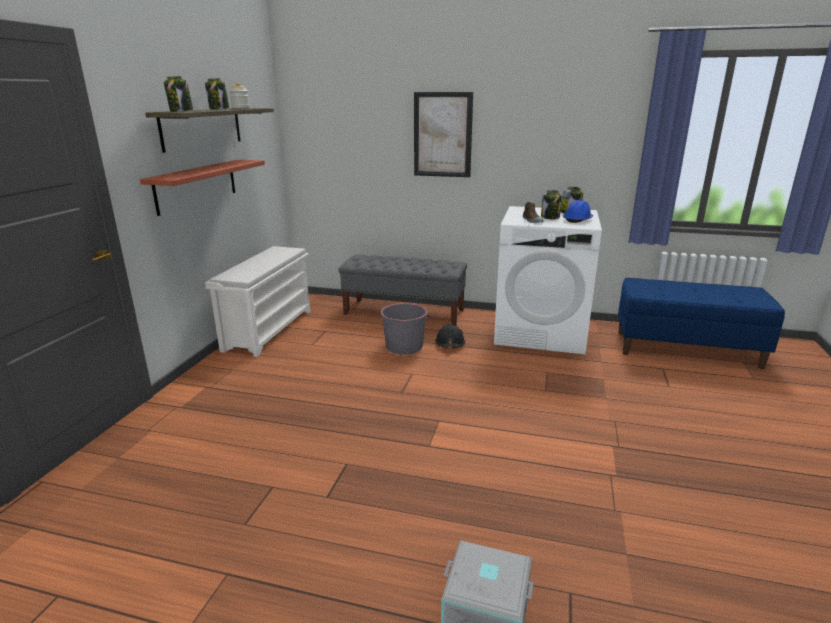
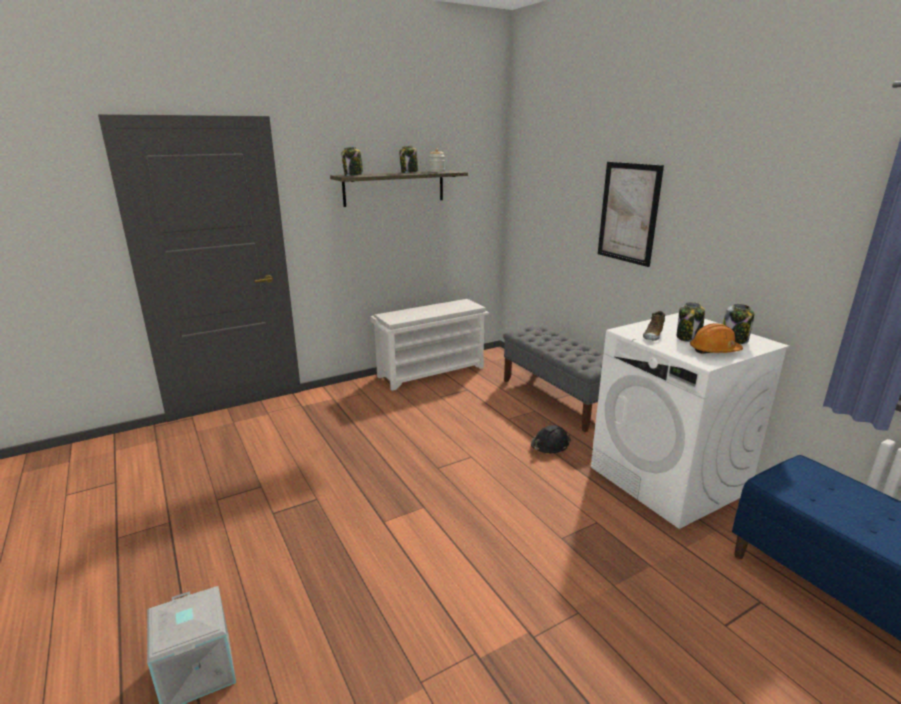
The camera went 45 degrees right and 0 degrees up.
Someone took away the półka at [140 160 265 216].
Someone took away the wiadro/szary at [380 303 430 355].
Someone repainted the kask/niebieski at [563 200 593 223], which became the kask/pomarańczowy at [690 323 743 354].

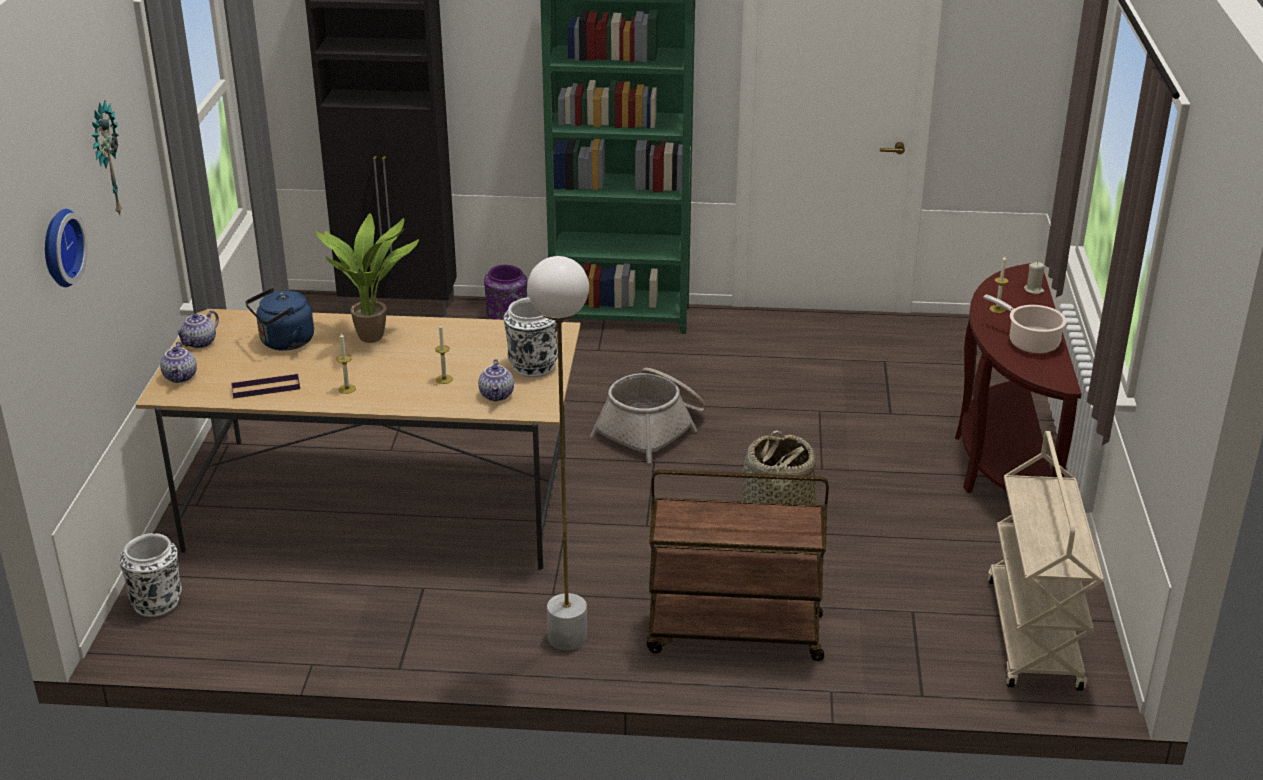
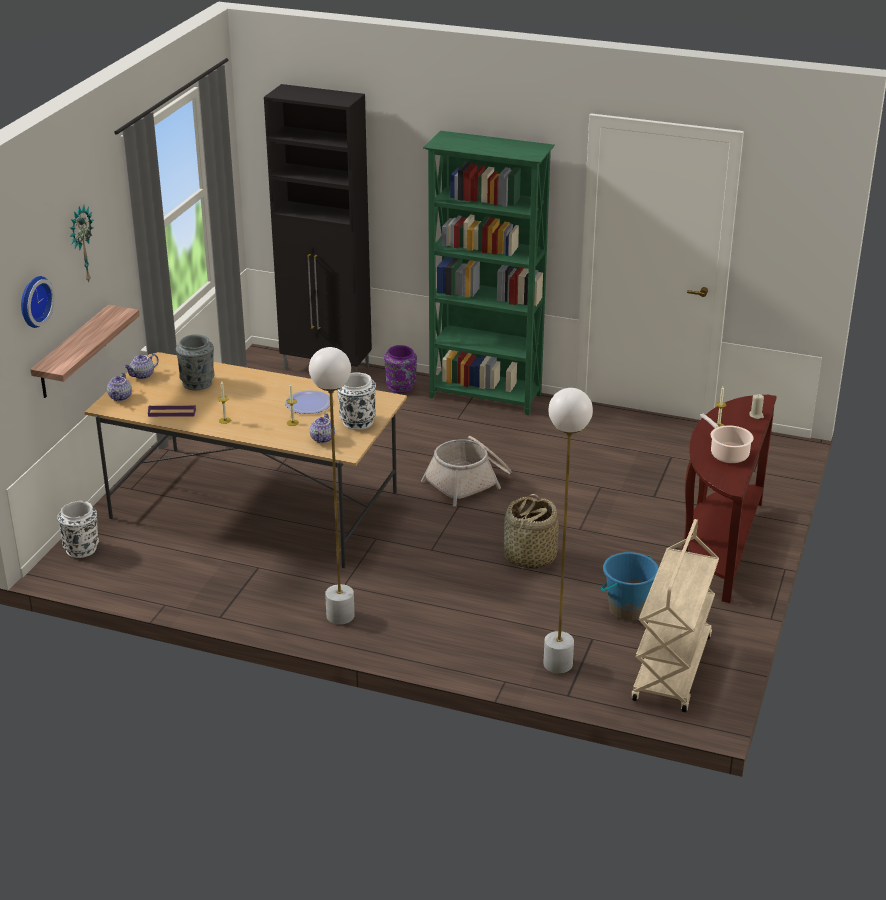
The camera went 15 degrees right and 0 degrees up.
Someone swapped the czajnik/niebieski at [245 288 314 351] for the wazon/szary at [176 334 215 390].
Someone took away the roślina doniczkowa at [315 213 419 343].
Someone took away the wózek/brązowy at [647 470 829 661].
Someone put up the półka at [30 305 140 398].
Someone put down the talerz at [285 390 330 414].
Someone put down the lampa stojąca/biały at [544 388 593 673].
Someone put down the wiadro/niebieski at [601 552 659 620].

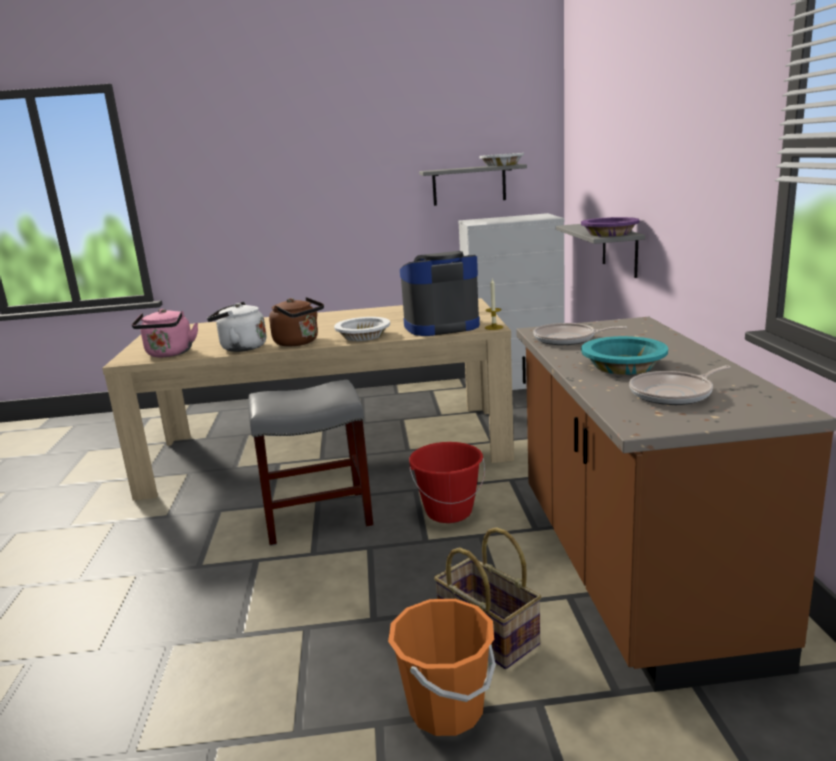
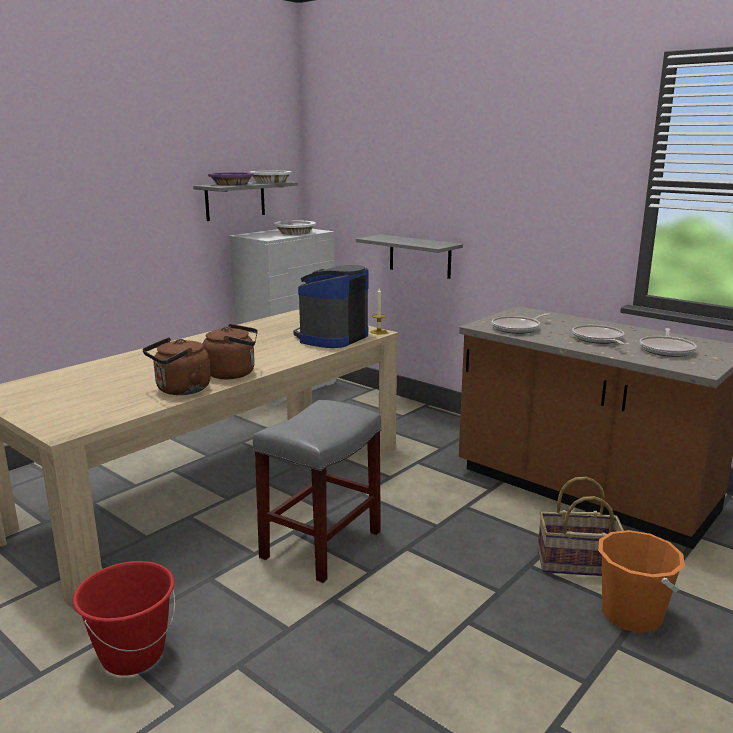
The camera went 45 degrees left and 0 degrees up.
Someone took away the czajnik/różowy at [132 309 198 357].
Someone repainted the czajnik/biały at [207 302 266 352], which became the czajnik/brązowy at [142 337 210 395].
Someone carried the miska/biały from [334 317 390 341] to [274 220 316 235].
Someone carried the wiadro/czerwony from [409 442 485 523] to [73 561 175 676].
Someone carried the miska/fioletowy from [581 217 640 237] to [208 172 254 186].
Someone swapped the miska/turkusowy at [581 336 668 375] for the patelnia at [572 325 625 345].

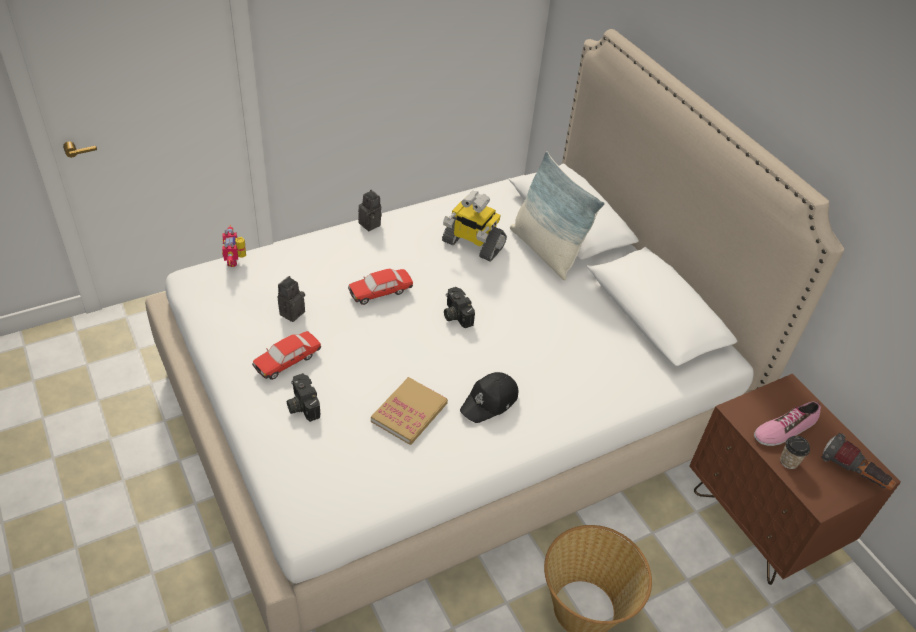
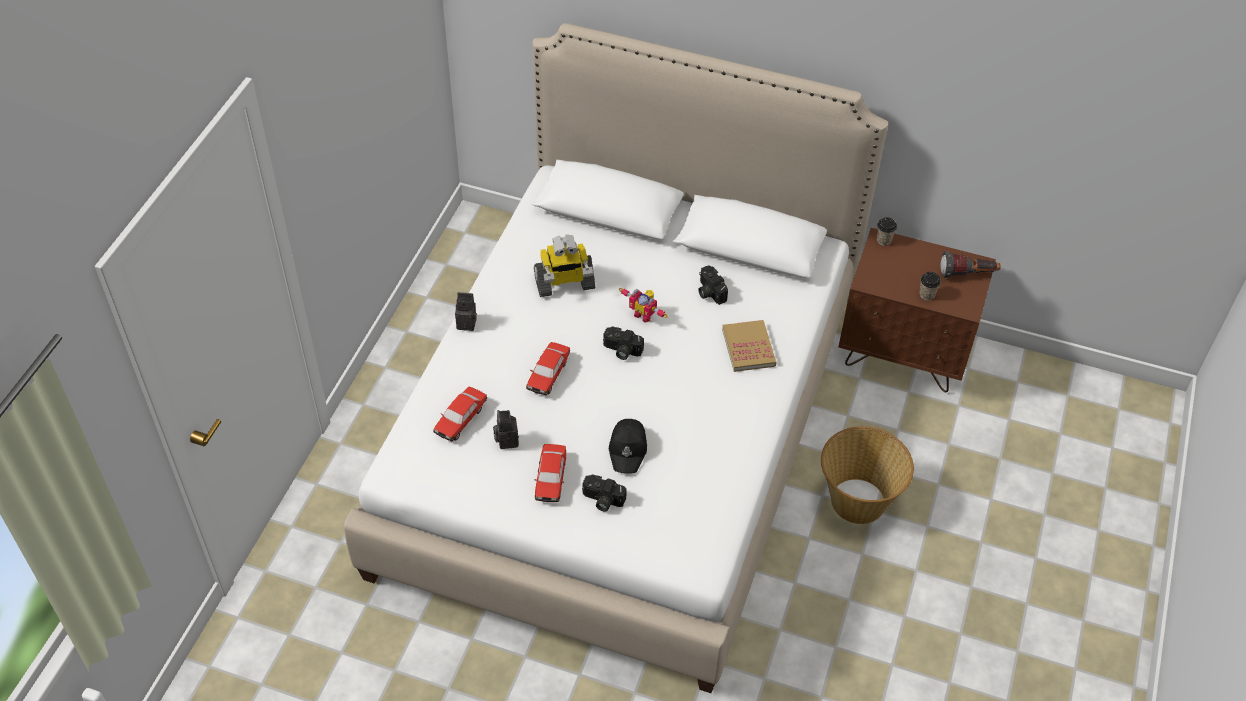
The camera went 40 degrees left and 5 degrees up.
Someone carried the robot zabawkowy from [222 225 246 267] to [619 288 668 323].
Someone carried the książka from [371 377 448 445] to [722 320 777 372].
Someone carried the czapka z daszkiem/czarny from [460 372 518 423] to [609 419 647 474].
Someone took away the poduszka at [510 151 605 281].
Someone took away the but at [754 401 821 446].
Someone put down the samochodzik at [433 386 487 441].
Someone put down the aparat fotograficzny at [698 265 728 305].
Someone put down the filiżanka at [877 217 897 246].

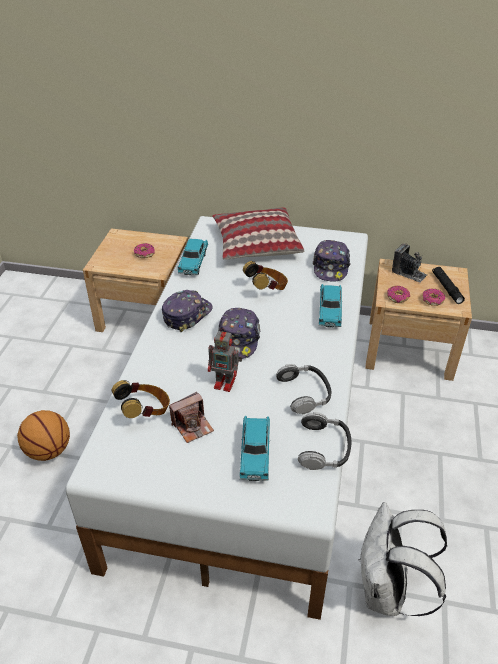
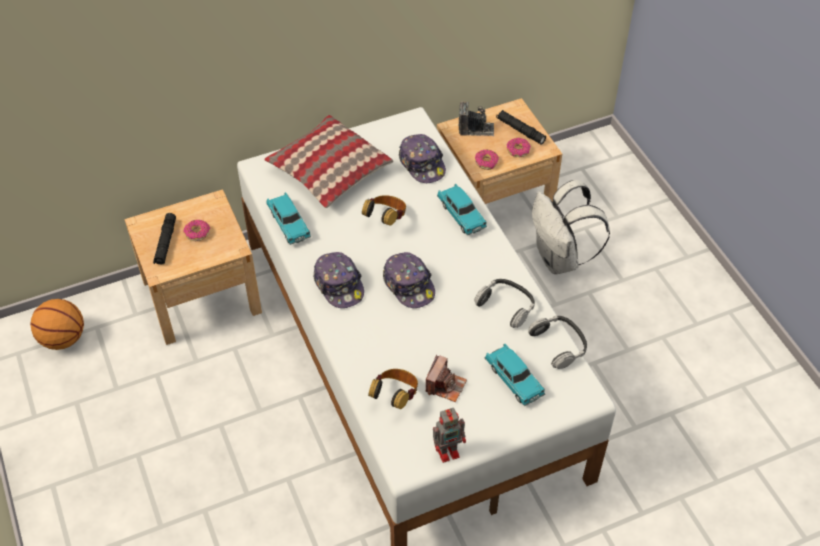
The camera went 35 degrees left and 10 degrees up.
Someone carried the piłka do koszykówki from [17 410 70 461] to [30 299 84 350].
Someone rotated the czapka z daszkiem at [162 290 213 332] by 150 degrees clockwise.
Someone carried the robot zabawkowy from [208 328 242 392] to [433 408 466 463].
Someone carried the plecak/biały from [358 502 447 616] to [532 180 610 274].
Someone put down the latarka/czarny at [153 213 176 264].

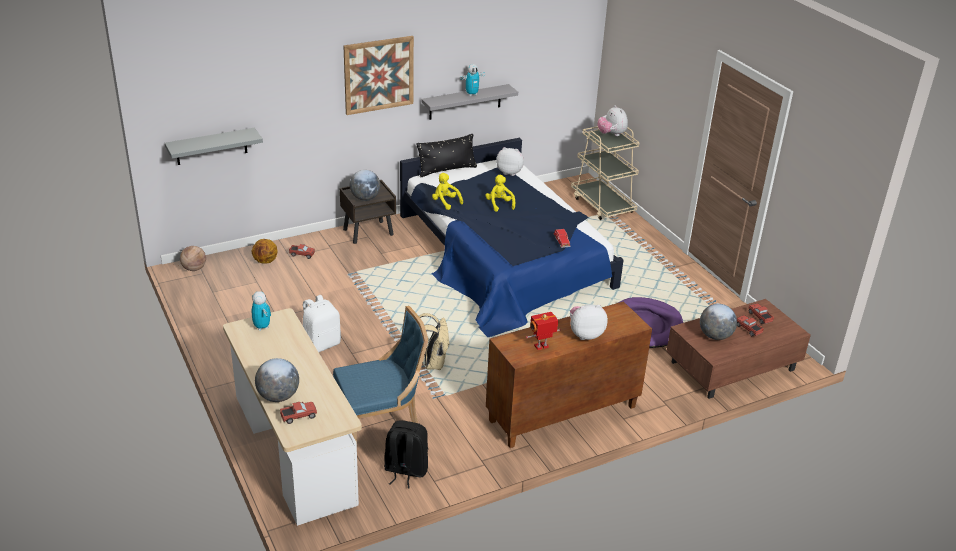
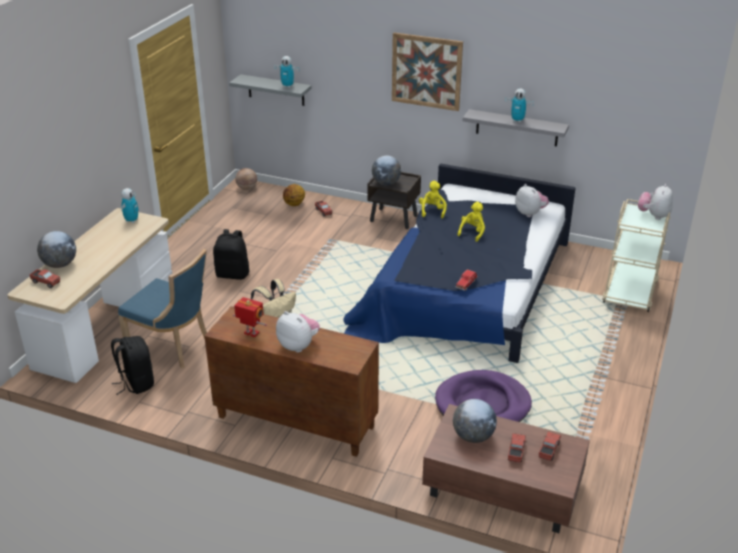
The camera went 50 degrees right and 0 degrees up.
Someone repainted the plecak/biały at [303 295 341 352], which became the plecak/czarny at [213 229 249 280].
Someone took away the poduszka/czarny at [416 134 477 177].
Someone put down the robot zabawkowy at [274 56 300 88].

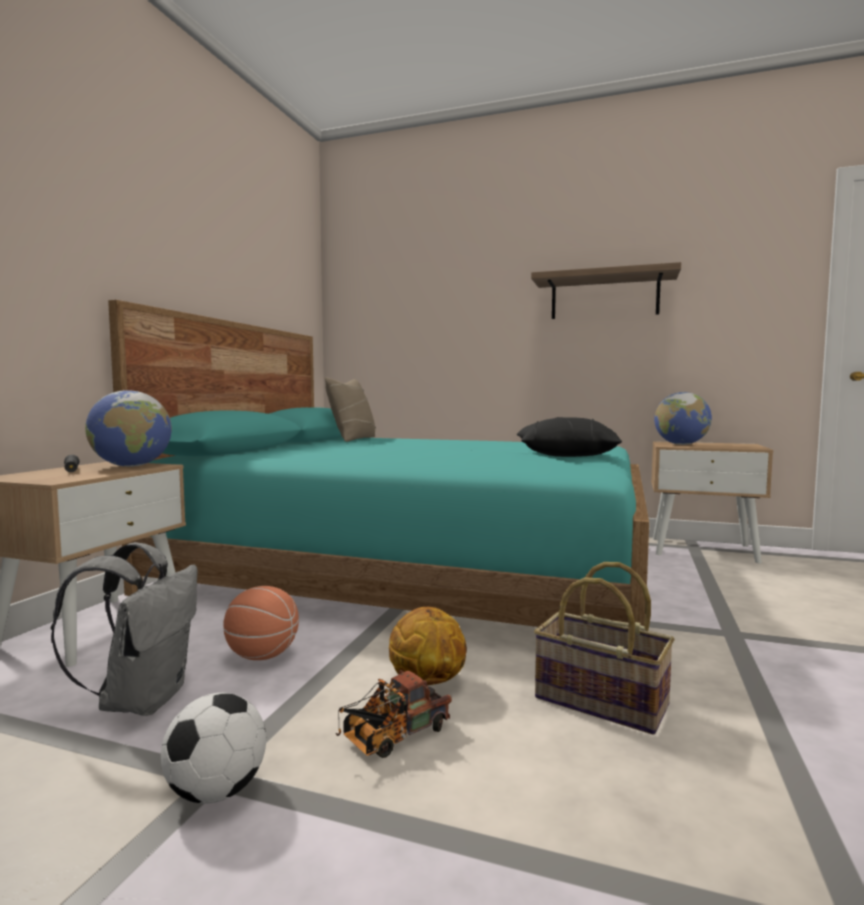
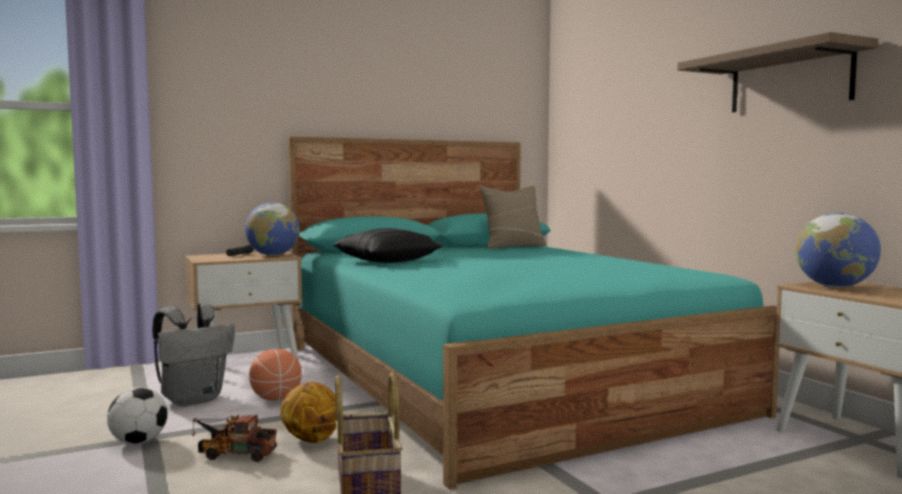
The camera went 45 degrees right and 0 degrees up.
Someone carried the poduszka/czarny from [517 417 622 457] to [332 228 442 263].

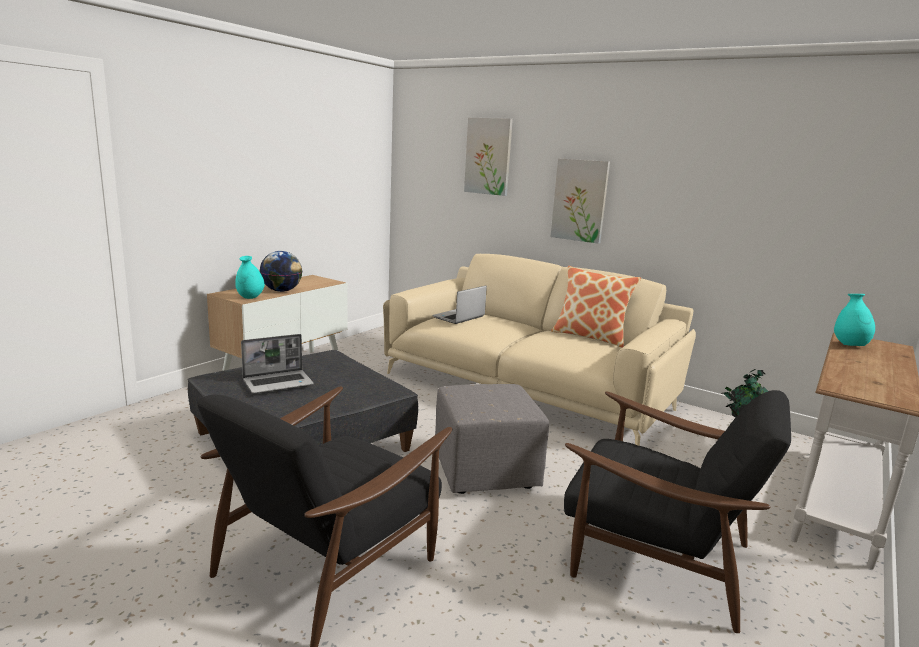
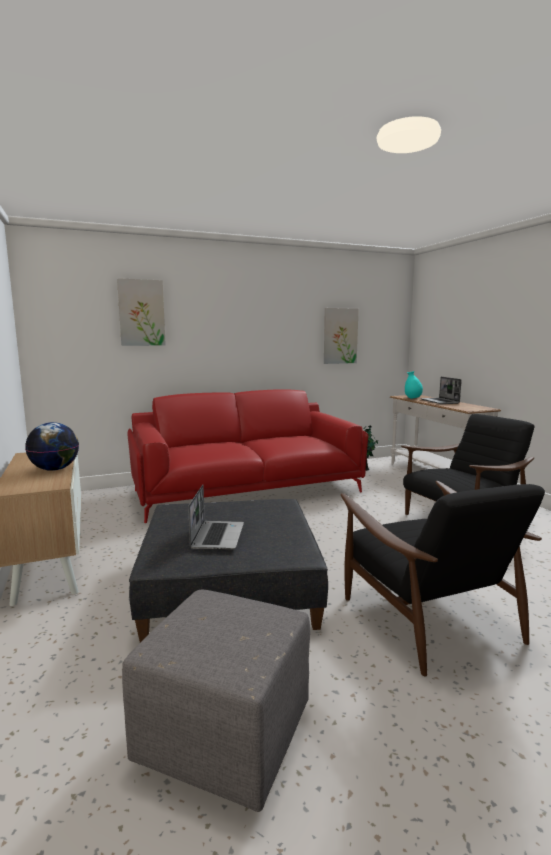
The camera went 55 degrees left and 5 degrees down.
Someone took away the wazon/turkusowy at [235 256 265 299].
Someone repainted the kanapa/beżowy at [383 254 696 446], which became the kanapa/czerwony at [127 389 368 523].
Someone carried the laptop from [432 286 487 324] to [420 377 462 404].
Someone carried the pufa/szary from [435 384 549 494] to [122 590 310 812].
Someone carried the obraz from [551 159 610 244] to [324 308 359 364].
Someone took away the poduszka at [551 266 641 348].

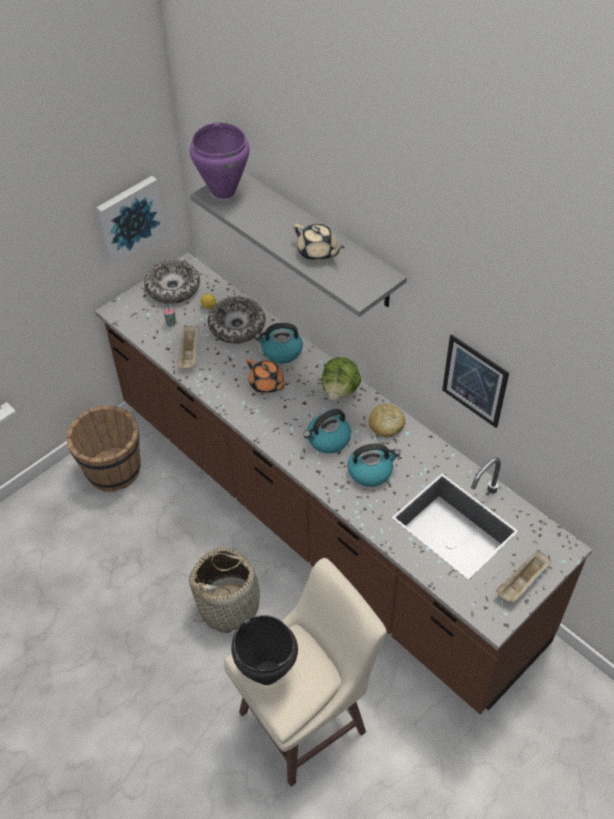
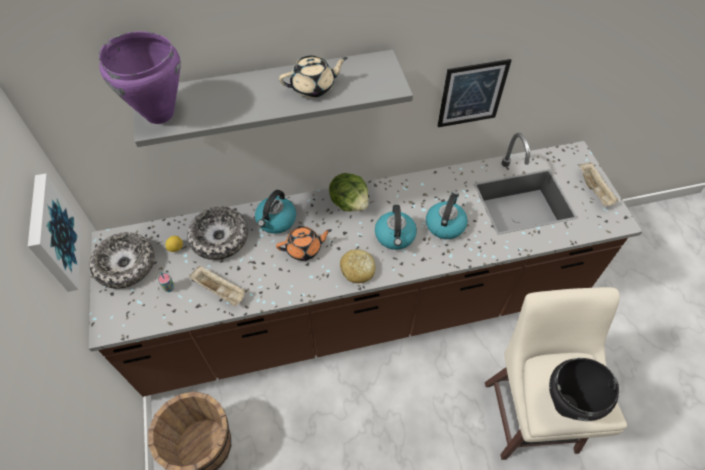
The camera went 60 degrees left and 5 degrees up.
Someone took away the koszyk at [189 547 269 633].
Someone carried the chleb from [368 404 405 438] to [340 249 376 283].

